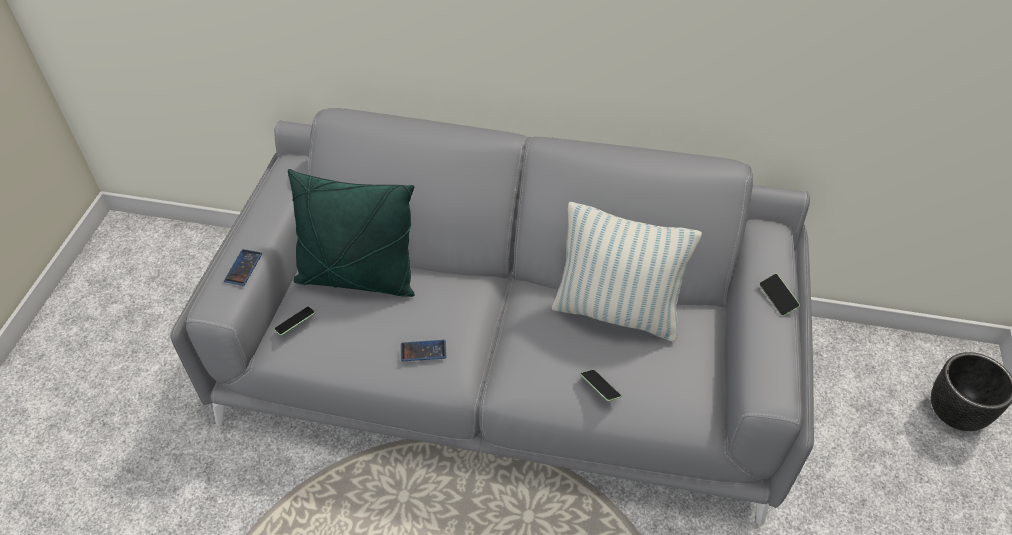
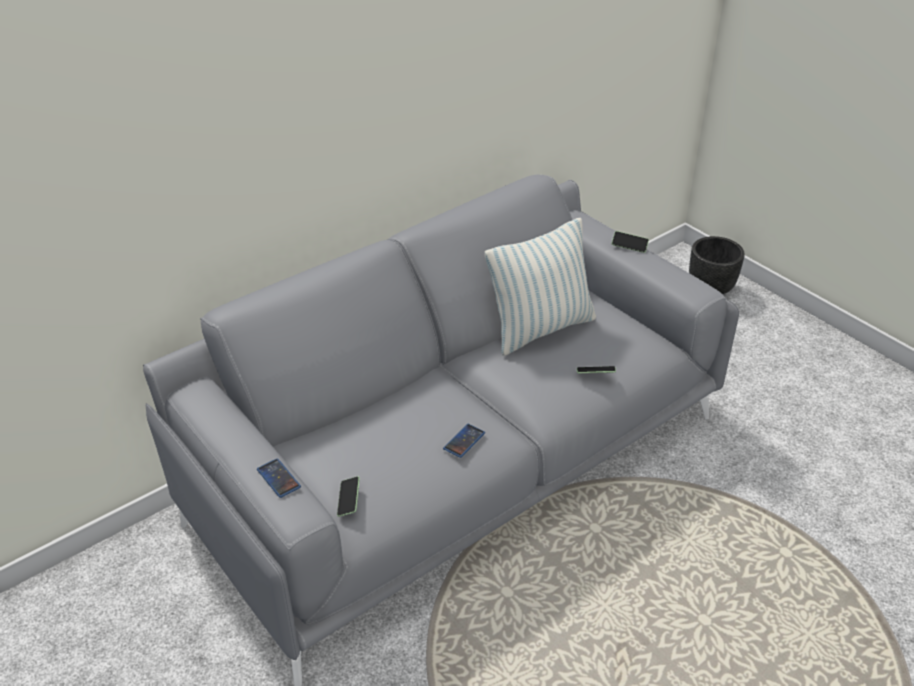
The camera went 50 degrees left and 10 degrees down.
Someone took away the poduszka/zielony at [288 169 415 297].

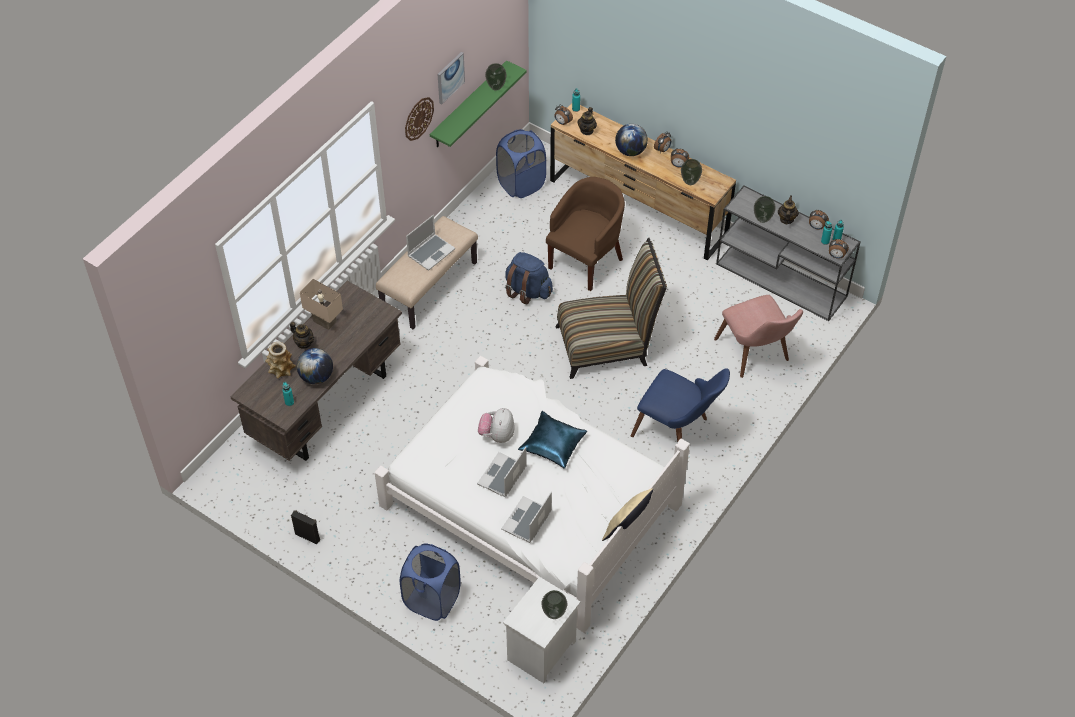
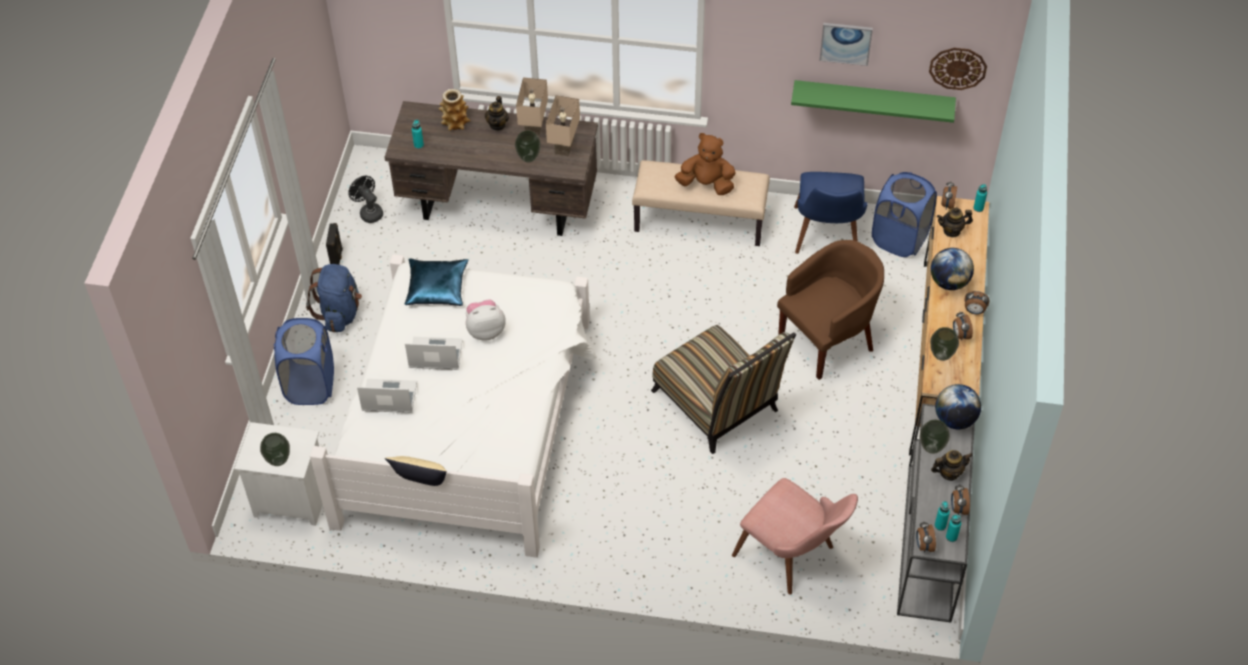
The camera went 65 degrees right and 0 degrees up.
Someone carried the globus from [297 348 333 384] to [935 384 981 429].
Someone carried the zegar ścienny from [405 97 434 141] to [929 48 987 90].
Someone swapped the laptop at [406 215 455 271] for the pluszak/brązowy at [675 133 736 195].
Someone carried the wazon from [485 63 507 91] to [515 130 541 163].
Someone carried the plecak/niebieski from [505 252 553 305] to [306 264 362 332].
Someone carried the poduszka/niebieski from [518 411 587 469] to [405 259 468 306].
Someone rotated the fotel/brązowy at [546 177 625 291] by 45 degrees counterclockwise.
Someone carried the krzesło/niebieski from [631 368 730 442] to [794 172 867 254].
Someone rotated the krzesło/różowy at [714 295 803 378] by 90 degrees counterclockwise.
Someone put down the wentylator/czarny at [348 176 383 223].
Someone put down the lampa stołowa/beżowy at [546 95 580 156].

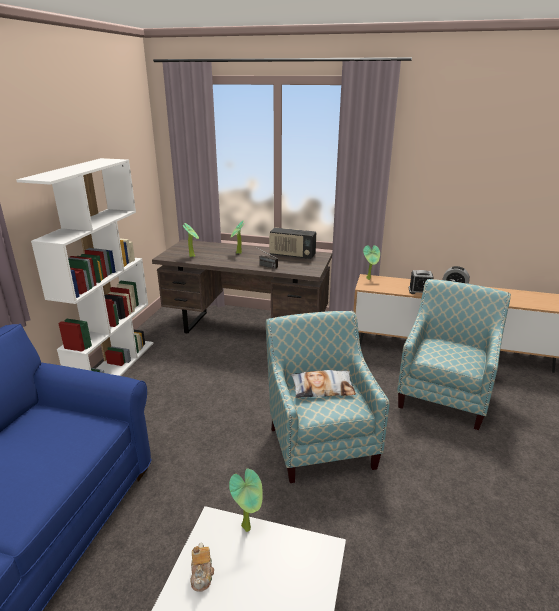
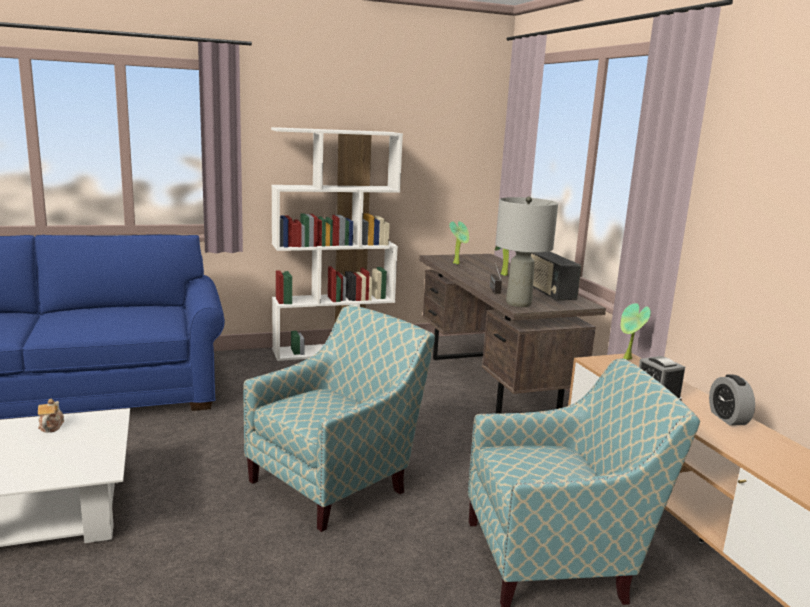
The camera went 55 degrees right and 10 degrees down.
Someone rotated the imbryk at [190 543 214 592] by 120 degrees clockwise.
Someone took away the roślina doniczkowa at [229 469 263 532].
Someone took away the poduszka at [291 370 356 398].
Someone put down the lampa stołowa/szary at [496 196 558 307].

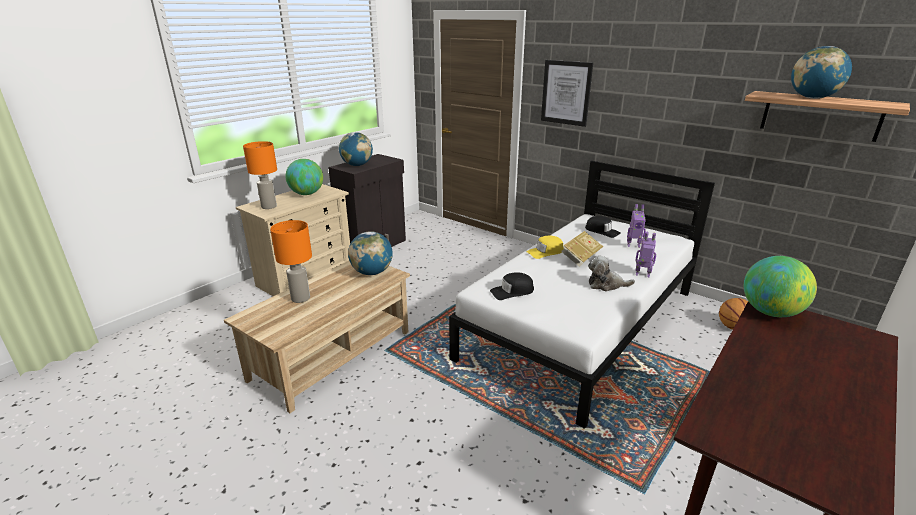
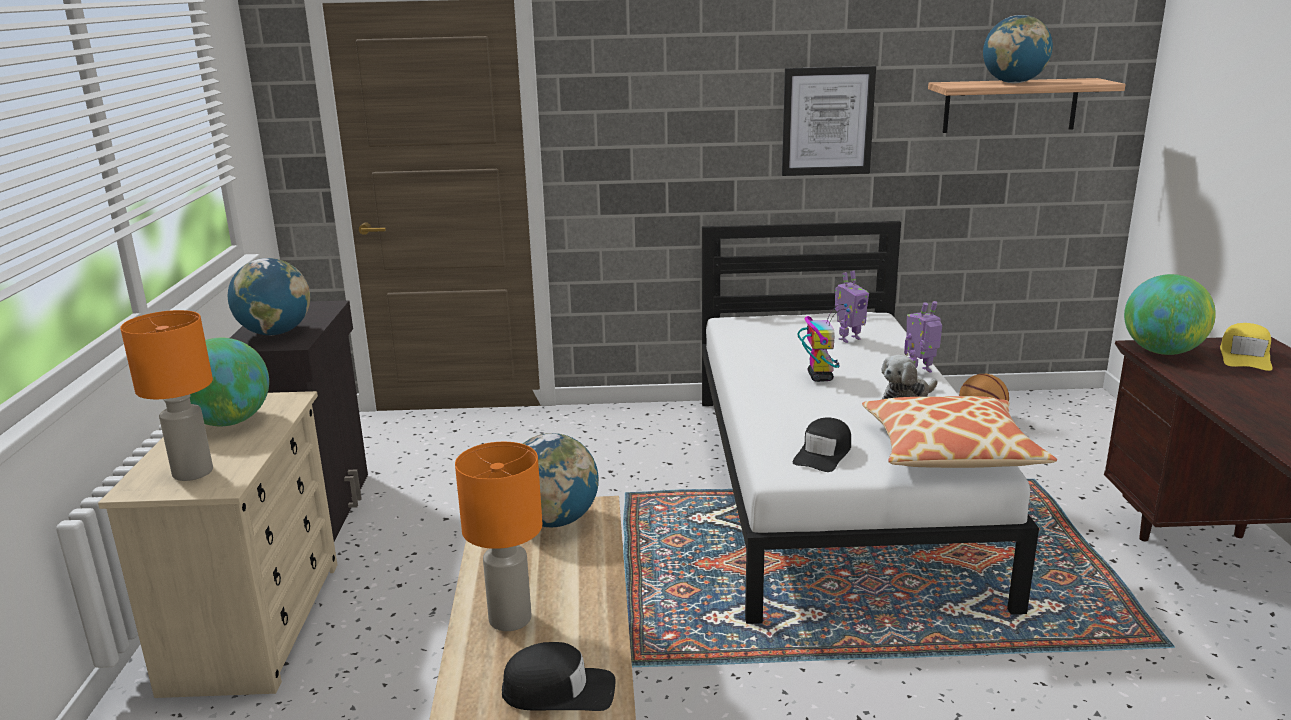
The camera went 40 degrees left and 5 degrees down.
Someone carried the czapka z daszkiem/żółty from [527 236 564 259] to [1220 323 1273 371].
Someone carried the obraz from [541 60 593 127] to [782 66 876 176].
Someone swapped the książka at [561 231 603 267] for the robot zabawkowy at [797 304 850 382].
Someone carried the czapka z daszkiem/czarny from [585 216 621 238] to [502 642 615 711].
Someone put down the poduszka at [862 396 1057 468].

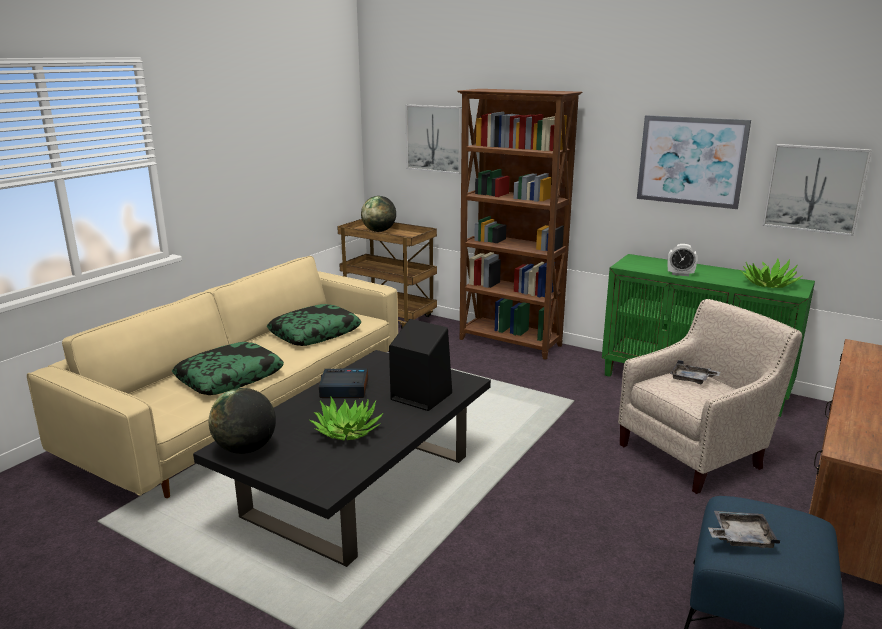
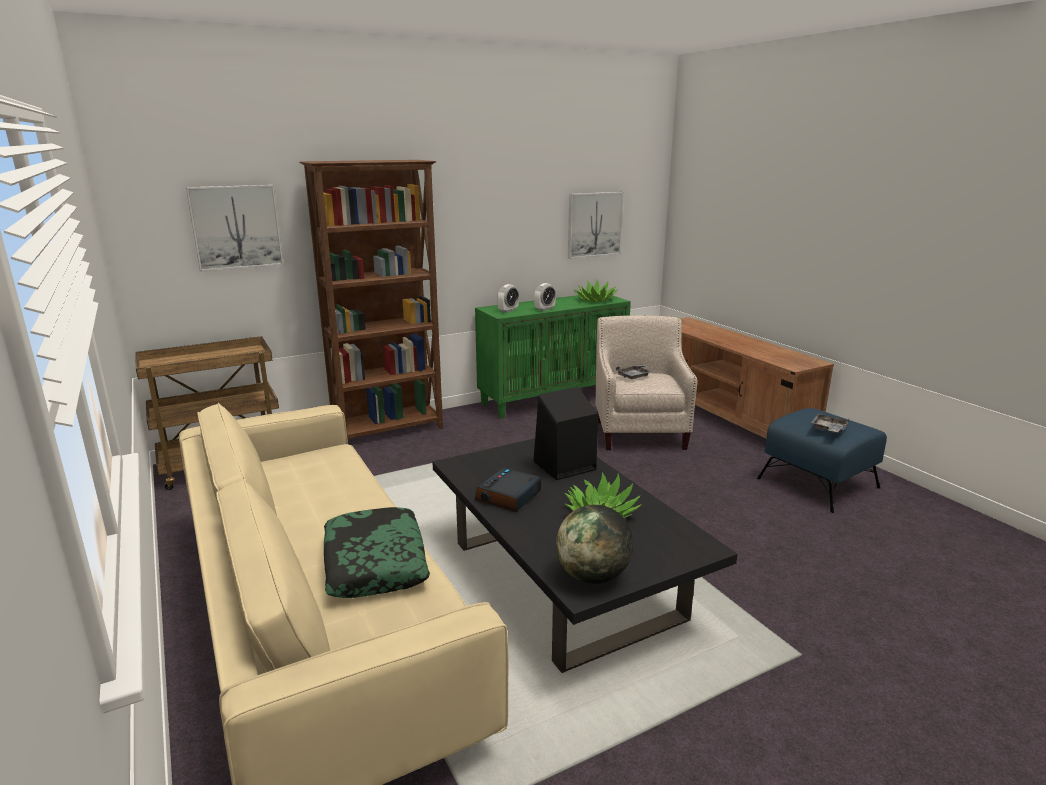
The camera went 60 degrees left and 0 degrees up.
Someone took away the poduszka at [267 304 361 346].
Someone took away the globus at [361 196 396 232].
Someone took away the obraz at [637 115 751 209].
Someone put down the budzik at [497 284 519 313].

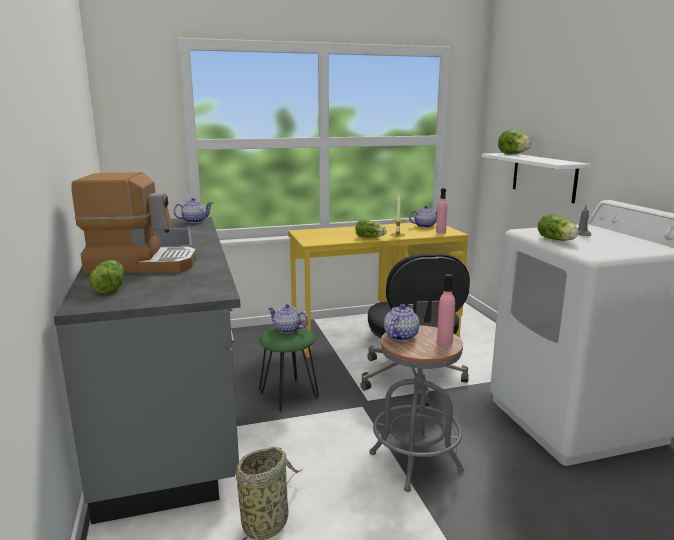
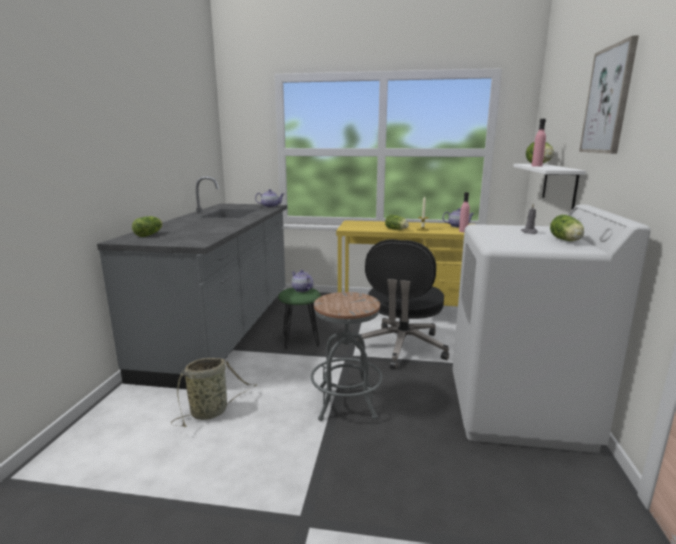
The camera went 25 degrees right and 0 degrees up.
Someone took away the ekspres do kawy at [71 172 197 275].
Someone took away the imbryk at [384 304 419 341].
Someone carried the butelka/różowy from [437 274 455 346] to [532 119 546 167].
Someone carried the sałata from [537 214 579 241] to [550 215 584 241].
Someone put up the obraz at [579 35 639 154].

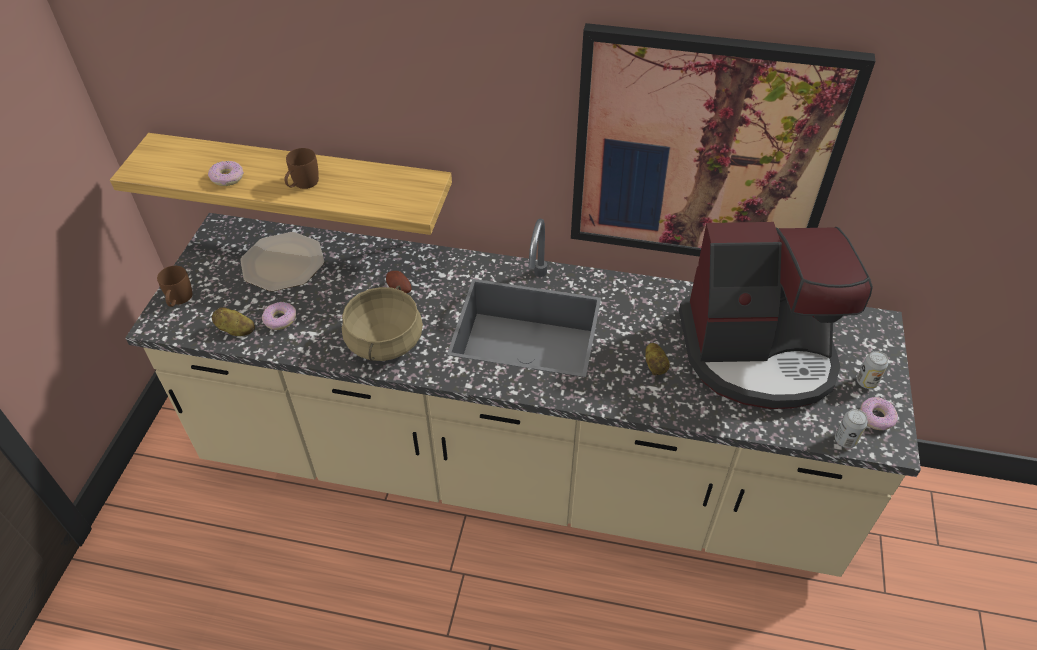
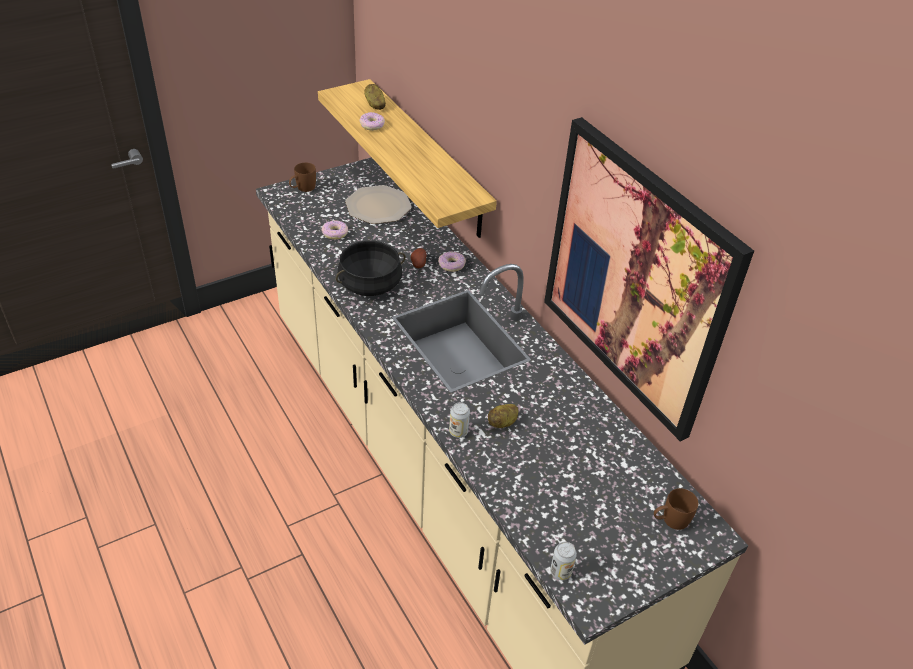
The camera went 45 degrees right and 5 degrees down.
Someone carried the ziemniak from [212 307 255 336] to [364 84 386 110].
Someone carried the kubek/brązowy from [284 148 319 189] to [654 488 698 530].
Someone repainted the garnek/beżowy at [342 285 423 361], which became the garnek/czarny at [336 241 406 296].
Someone took away the ekspres do kawy at [679 222 873 409].
Someone carried the puszka from [857 351 888 389] to [449 402 470 438].
Someone carried the donut from [860 397 898 430] to [438 251 466 272].

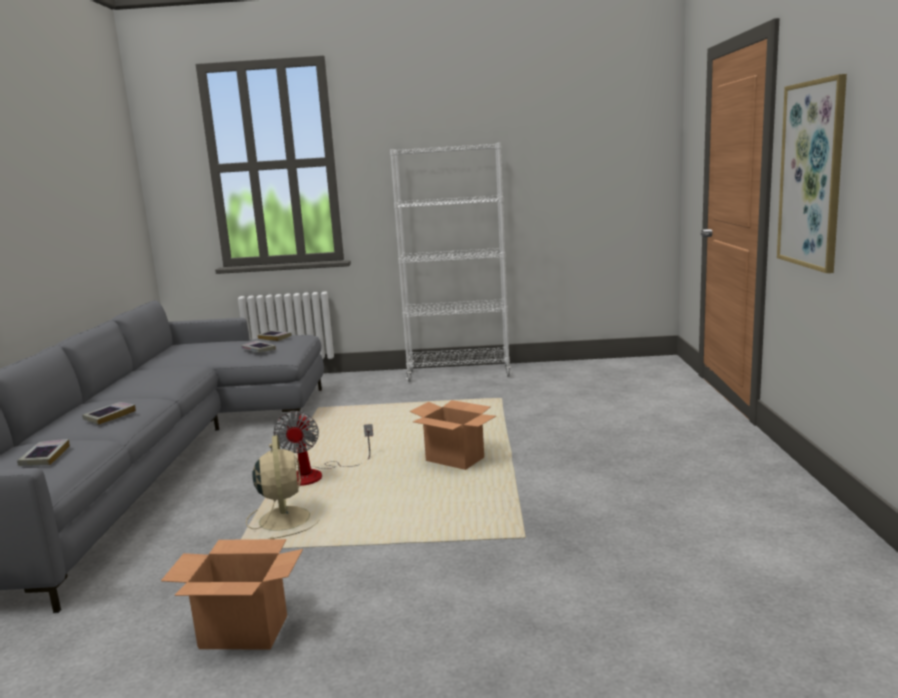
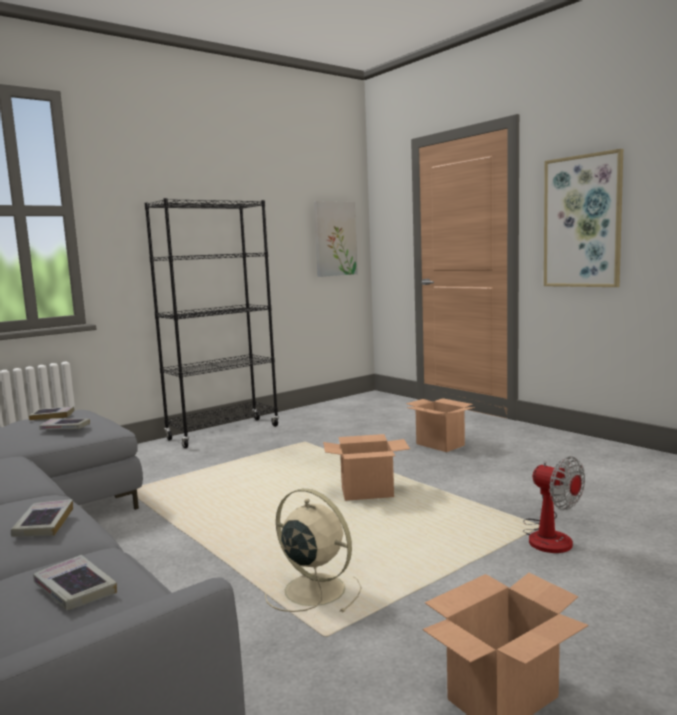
The camera went 40 degrees left and 5 degrees down.
Someone carried the wentylator from [273 411 373 486] to [523 456 585 553].
Someone repainted the regał/biały at [390 142 511 382], which became the regał/czarny at [145 198 279 448].
Someone put up the obraz at [314 201 358 277].
Someone put down the karton at [406 398 475 452].

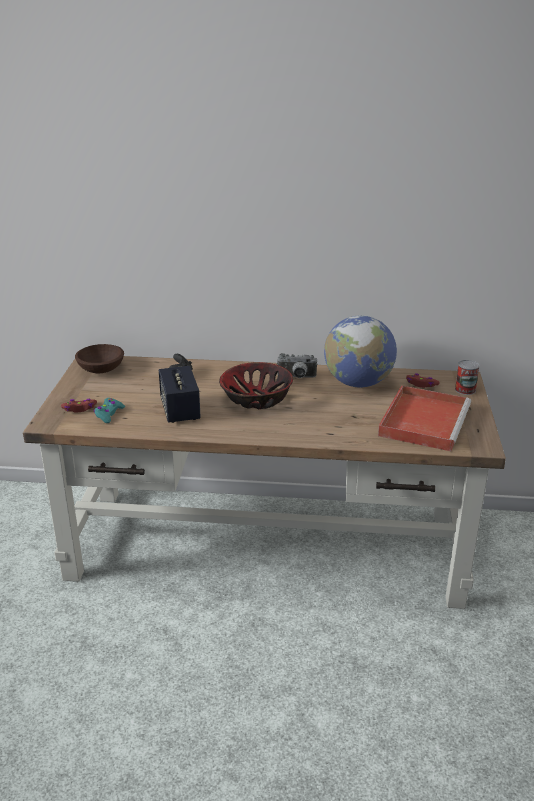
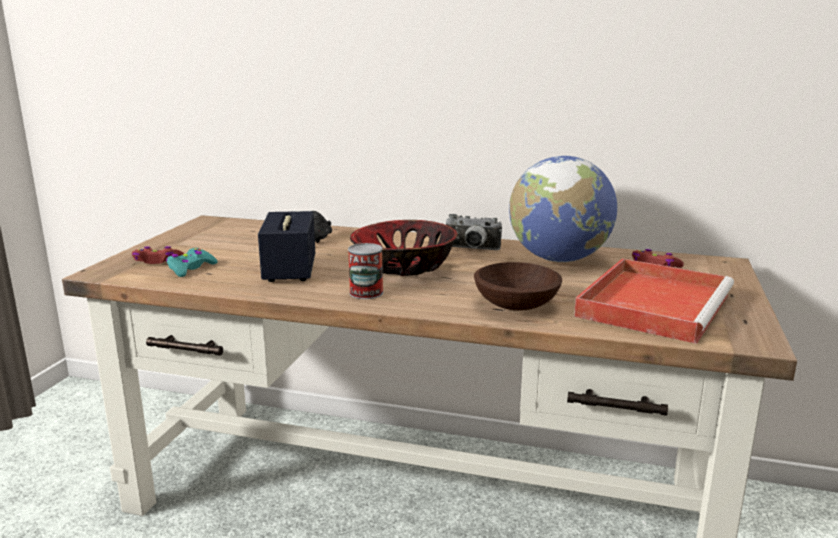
The camera went 10 degrees right and 10 degrees down.
Someone carried the miska/brązowy from [75 344 124 373] to [474 262 562 311].
Someone carried the puszka from [455 360 480 395] to [348 243 383 299].

